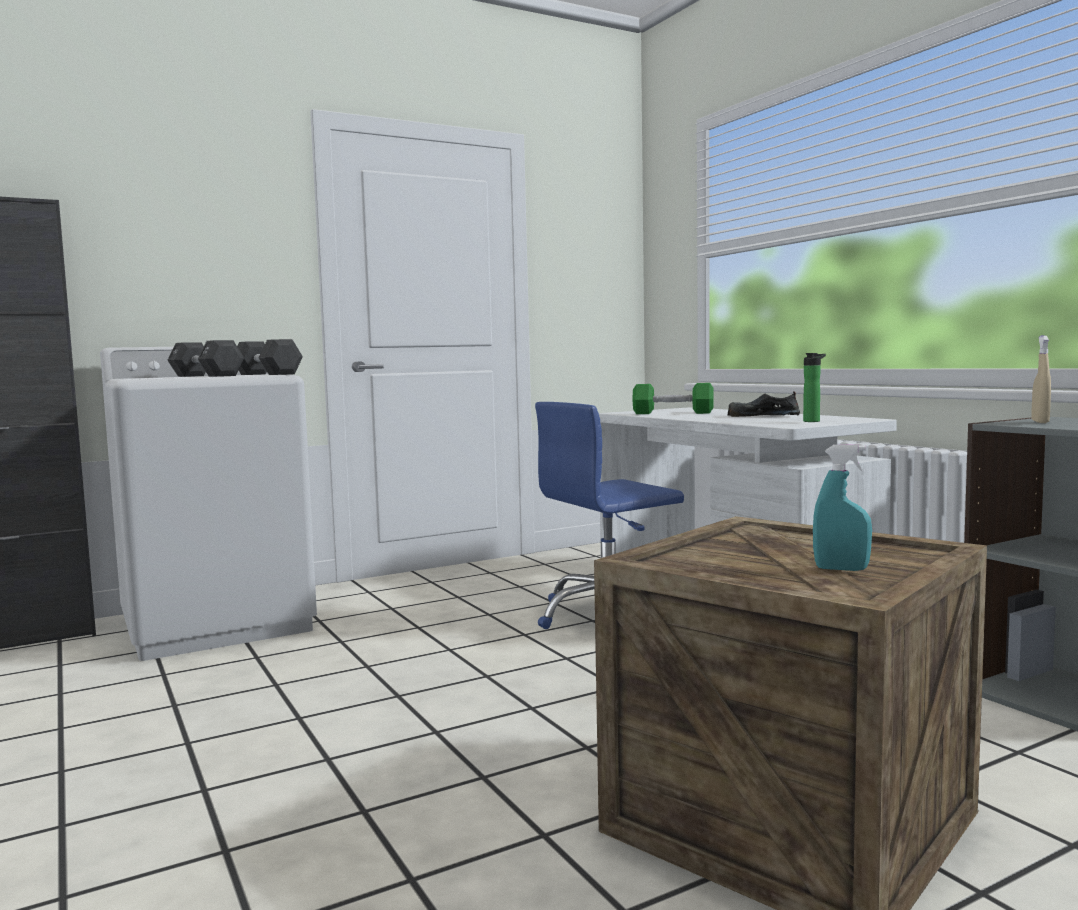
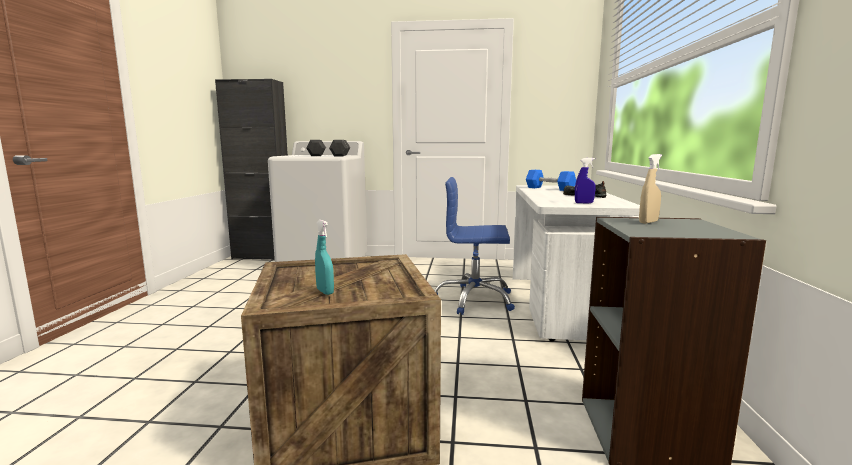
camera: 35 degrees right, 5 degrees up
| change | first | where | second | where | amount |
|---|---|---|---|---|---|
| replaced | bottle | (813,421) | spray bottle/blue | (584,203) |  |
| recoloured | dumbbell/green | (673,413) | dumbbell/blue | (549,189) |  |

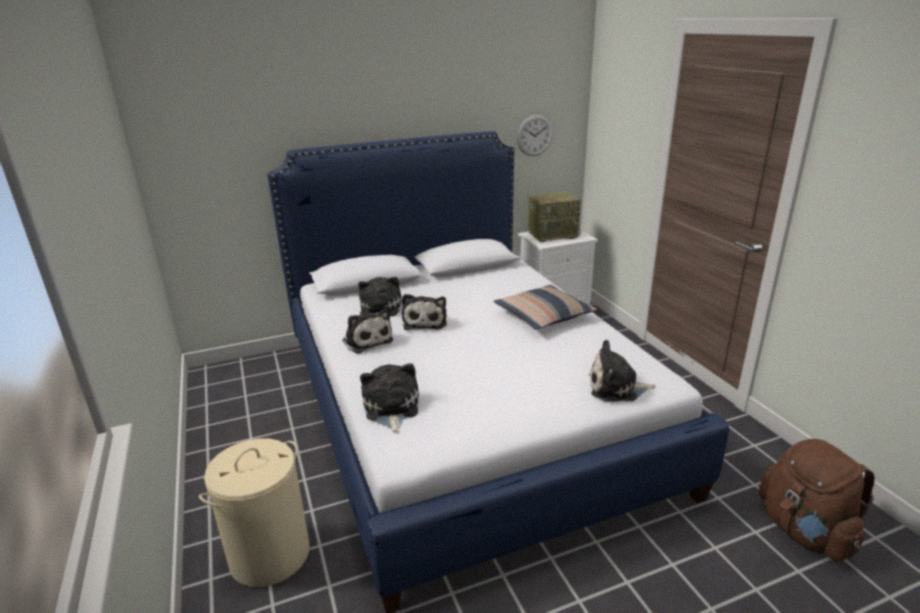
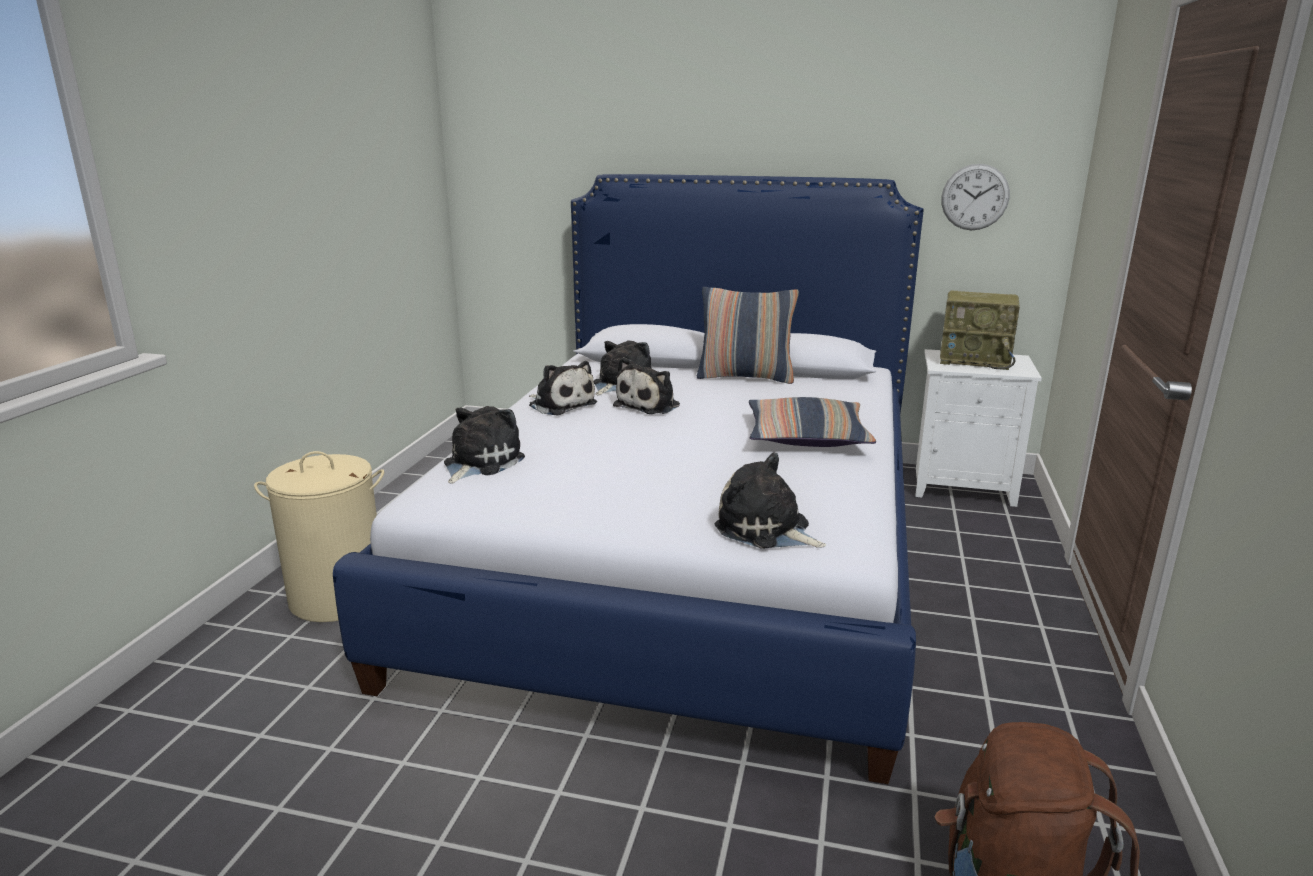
camera: 35 degrees right, 5 degrees down
| change | first | where | second | where | amount |
|---|---|---|---|---|---|
| added |  |  | pillow | (745,377) |  |
| turned | plush toy | (366,340) |  | (560,404) | 45 degrees counterclockwise |

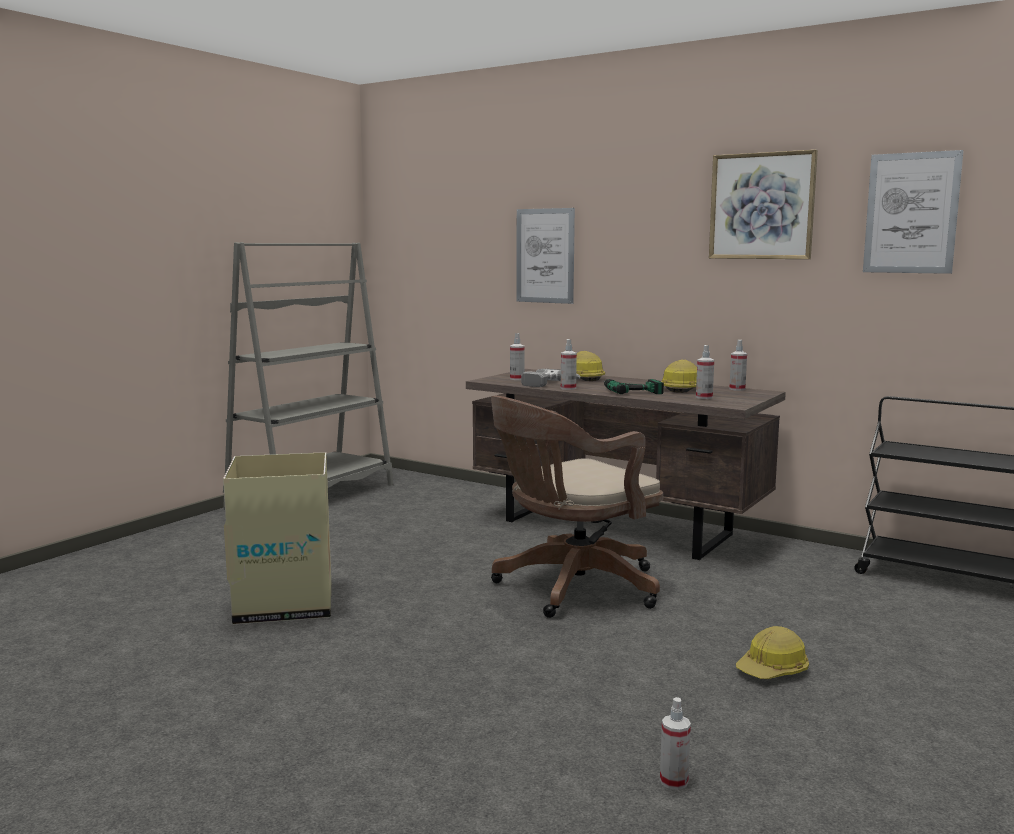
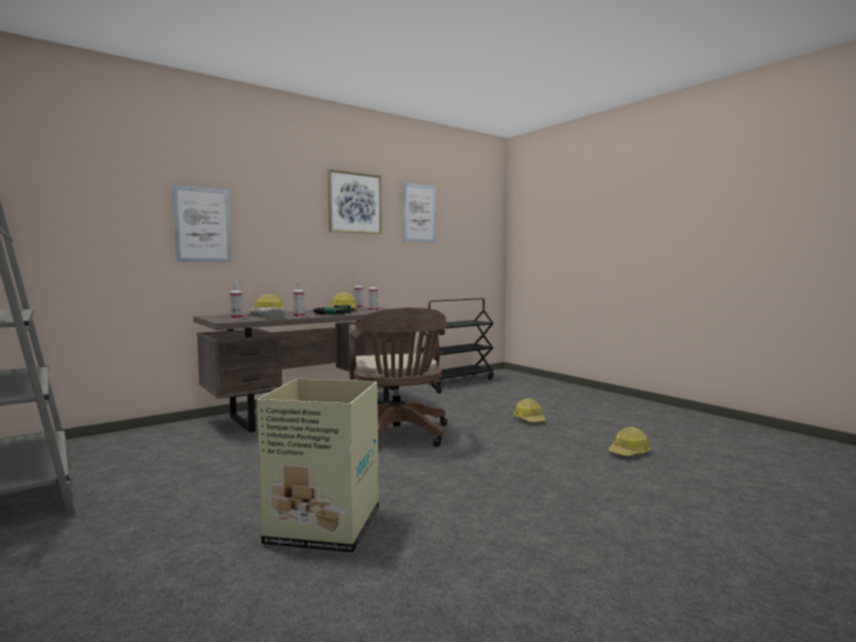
camera: 70 degrees left, 5 degrees down
| change | first | where | second | where | amount |
|---|---|---|---|---|---|
| replaced | spray bottle | (673,781) | hard hat | (629,452) |  |

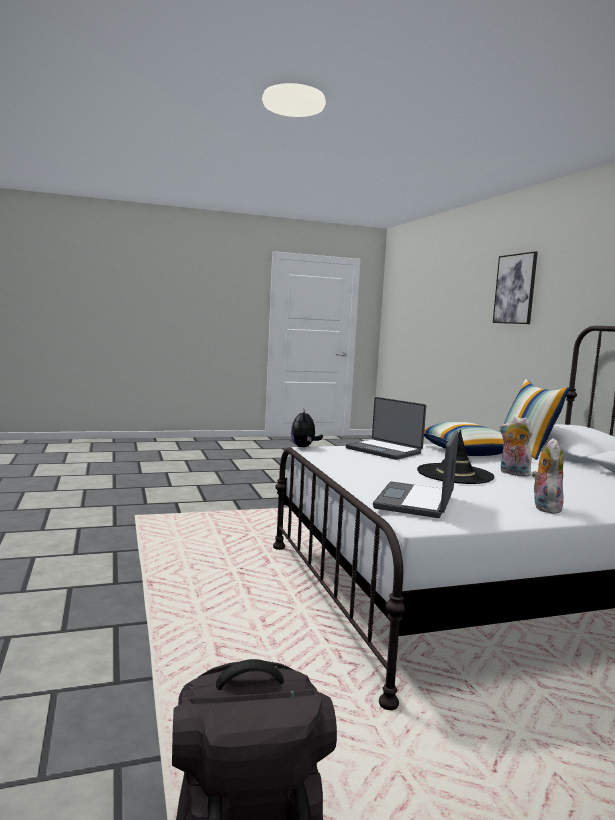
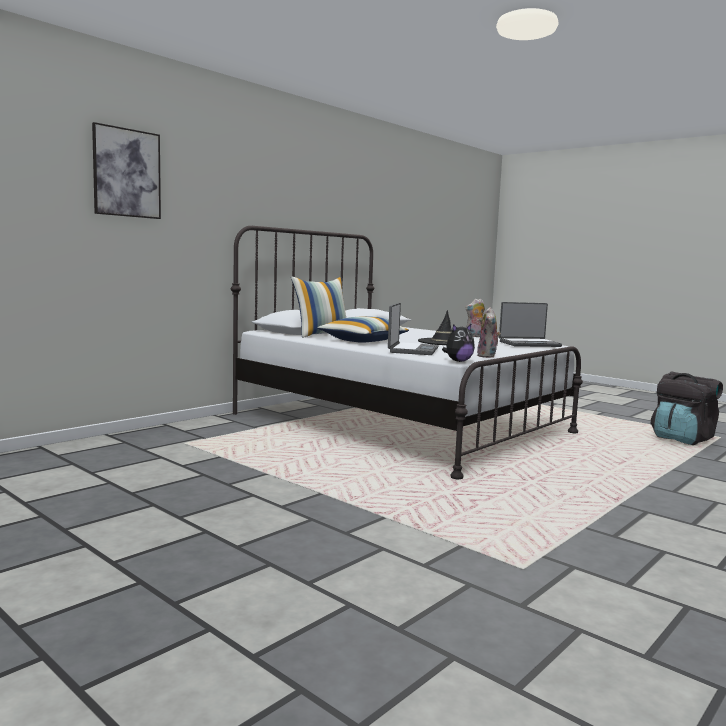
camera: 120 degrees left, 0 degrees up
| change | first | where | second | where | amount |
|---|---|---|---|---|---|
| moved | plush toy | (513,473) |  | (488,356) |  |

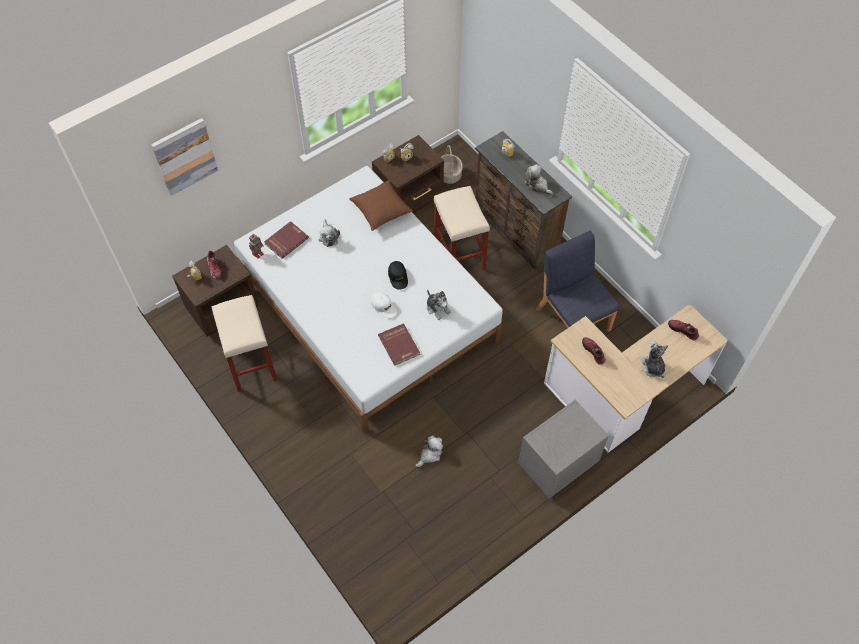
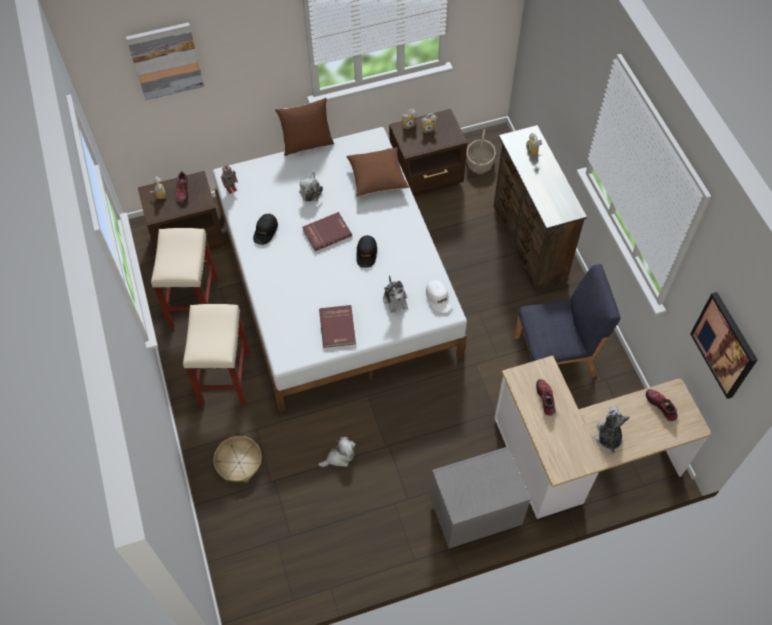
camera: 20 degrees right, 0 degrees up
| change | first | where | second | where | amount |
|---|---|---|---|---|---|
| removed | plush toy | (537,185) |  |  |  |
| added |  |  | basket | (239,462) |  |
| added |  |  | cap/black | (265,231) |  |
| added |  |  | pillow/brown | (307,143) |  |
| added |  |  | picture | (724,345) |  |
| moved | book/red | (286,240) |  | (326,232) |  |
| moved | cap/white | (384,306) |  | (438,298) |  |
| moved | stool/beige | (458,255) |  | (225,377) |  |
| turned | chair/blue | (573,318) |  | (556,356) | 90 degrees clockwise |

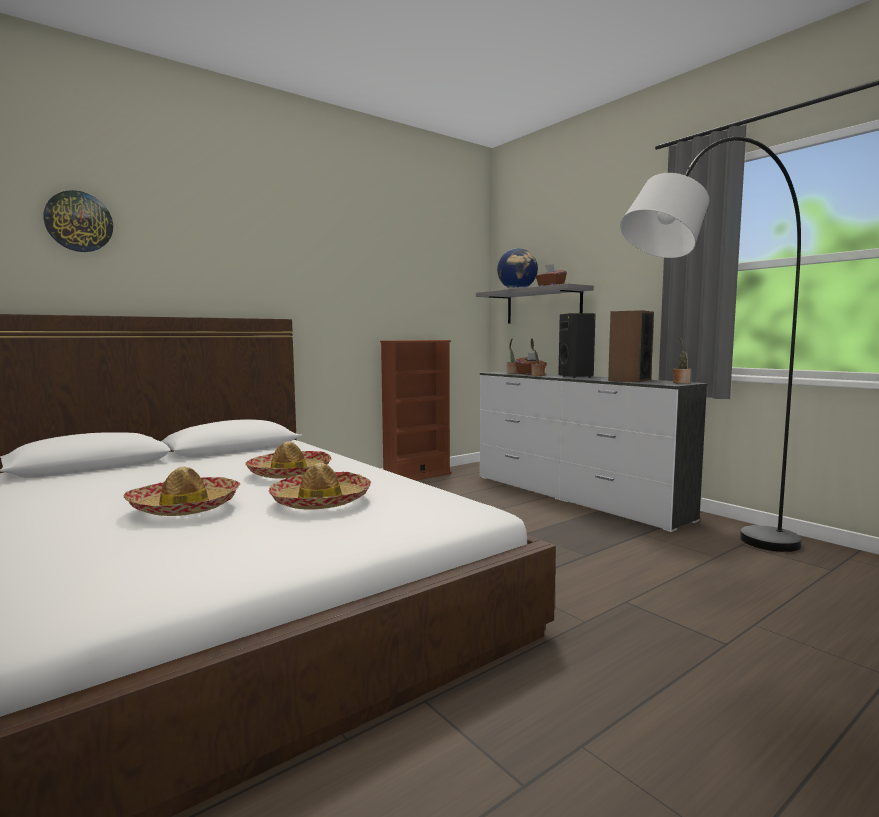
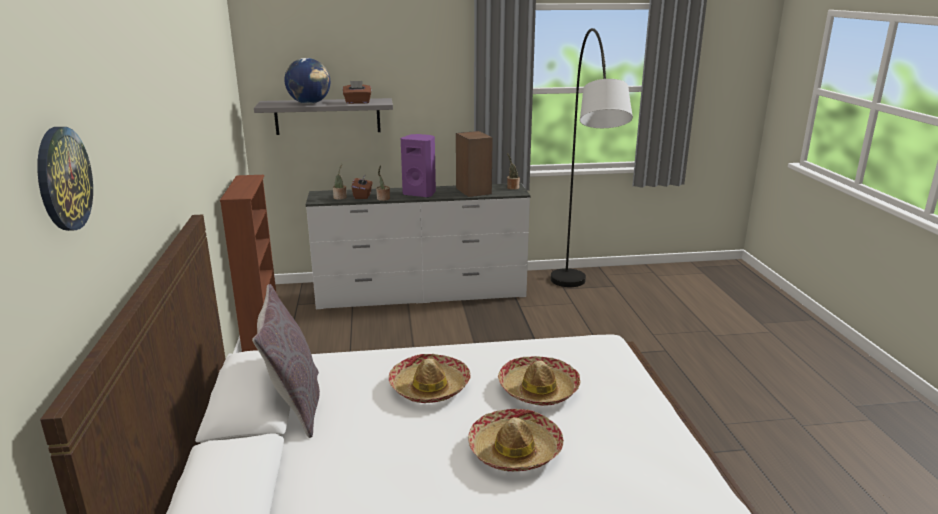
camera: 60 degrees left, 15 degrees up
| change | first | where | second | where | amount |
|---|---|---|---|---|---|
| added |  |  | pillow/grey | (294,405) |  |
| recoloured | speaker/black | (577,377) | speaker/purple | (420,193) |  |

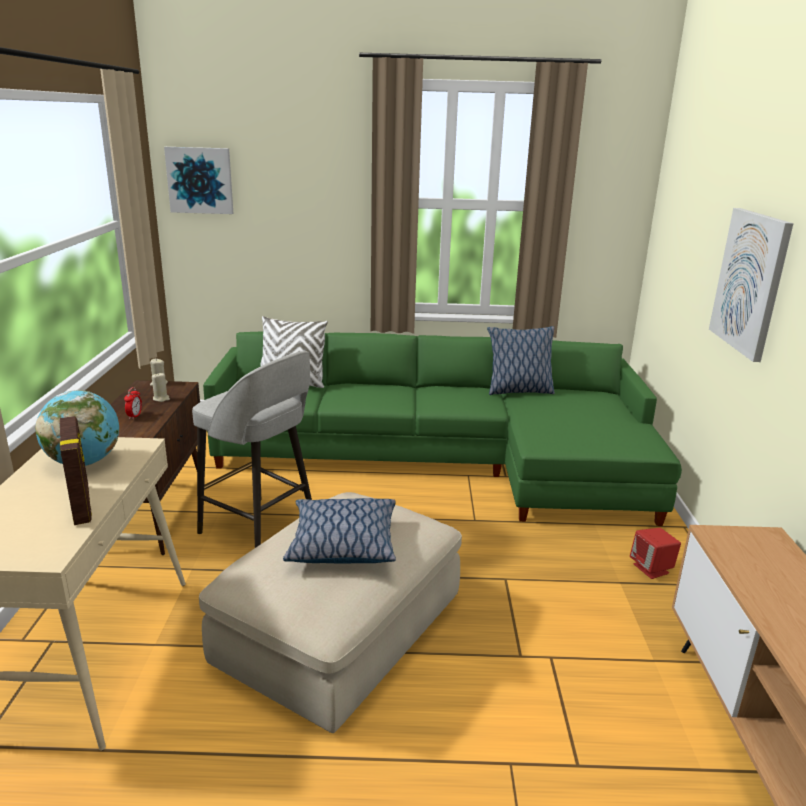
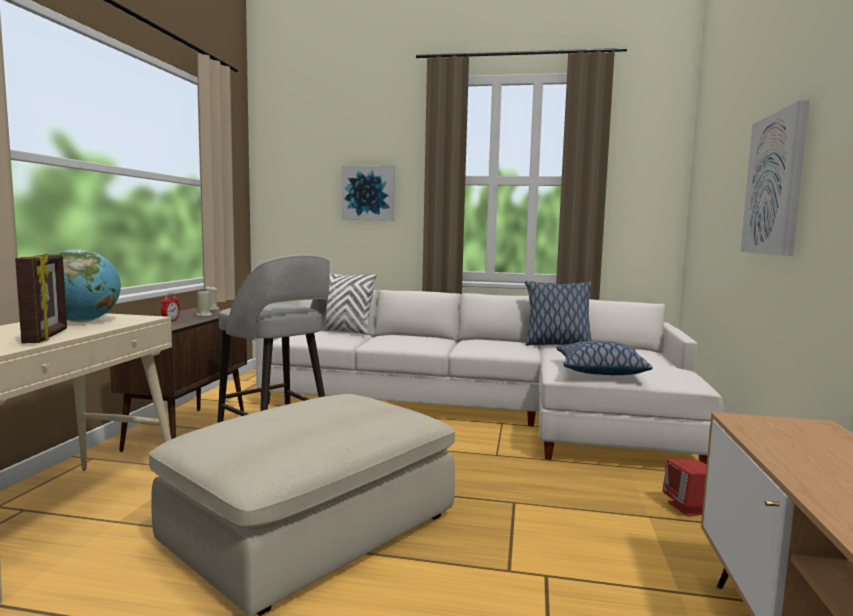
camera: 10 degrees right, 15 degrees down
| change | first | where | second | where | amount |
|---|---|---|---|---|---|
| moved | picture | (200,180) |  | (368,193) |  |
| moved | pillow | (342,543) |  | (599,370) |  |
| recoloured | sofa/green | (449,459) | sofa/white | (487,411) |  |

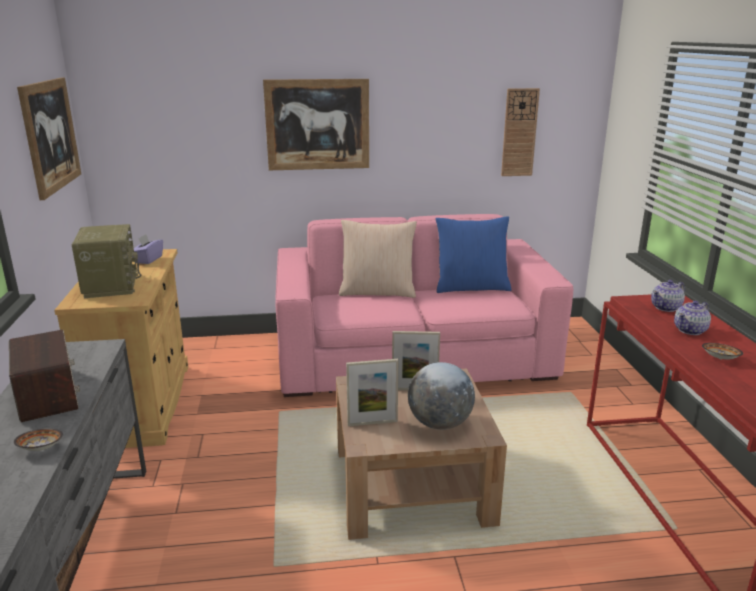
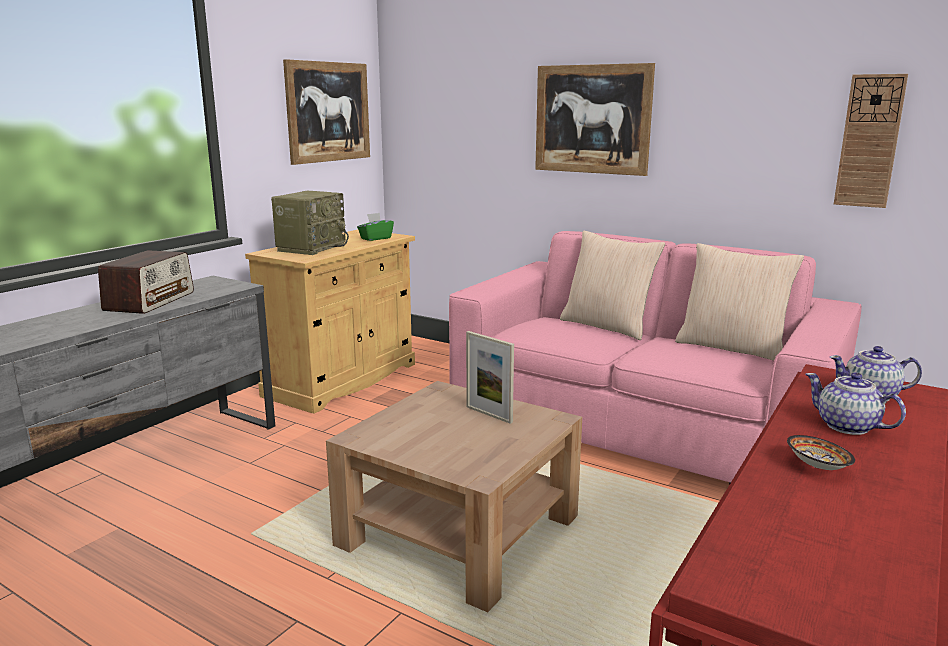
camera: 40 degrees right, 5 degrees down
| change | first | where | second | where | amount |
|---|---|---|---|---|---|
| removed | bowl | (41,448) |  |  |  |
| removed | picture frame | (372,423) |  |  |  |
| removed | globe | (439,424) |  |  |  |
| recoloured | tissue box/purple | (148,259) | tissue box/green | (375,238) |  |
| recoloured | pillow/blue | (471,287) | pillow/beige | (732,347) |  |
| turned | teapot | (690,330) |  | (848,426) | 45 degrees clockwise |

